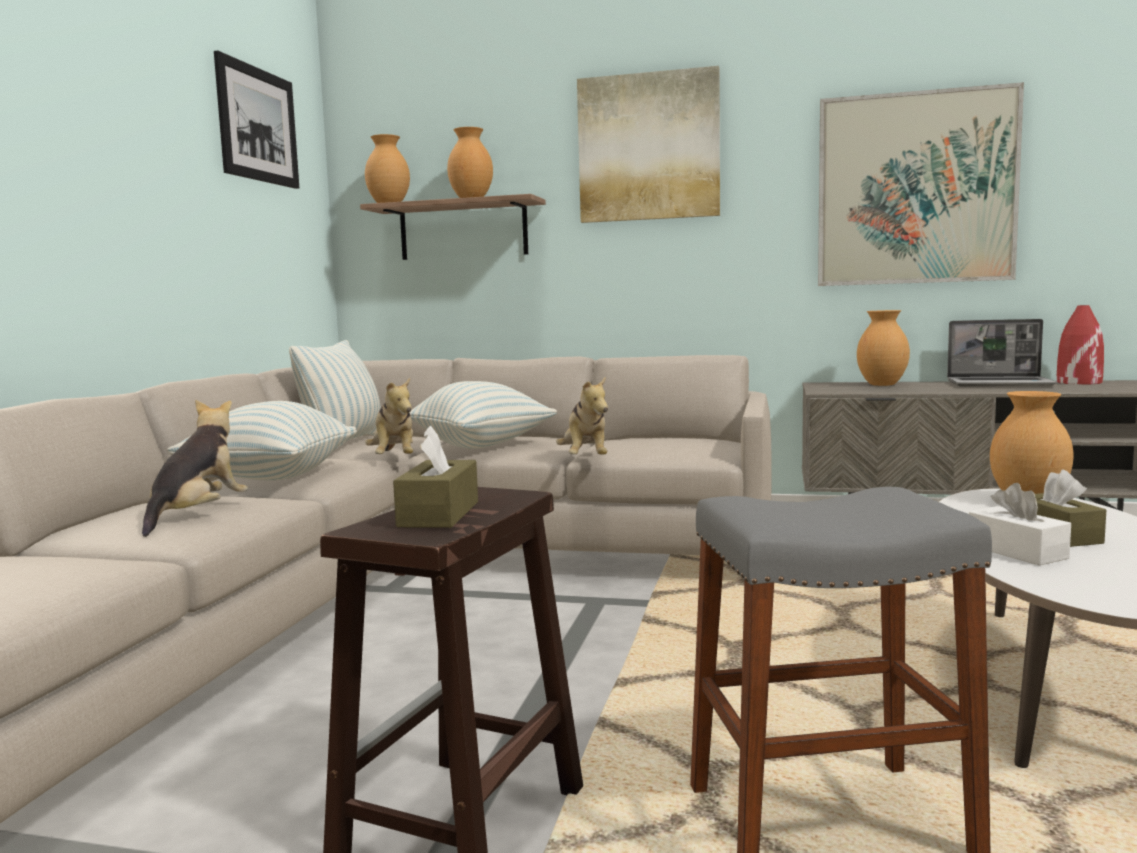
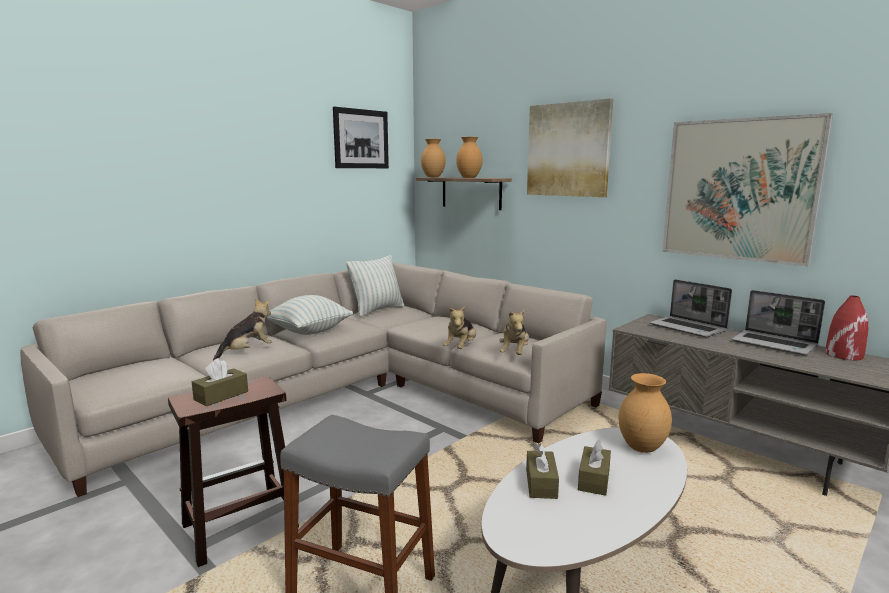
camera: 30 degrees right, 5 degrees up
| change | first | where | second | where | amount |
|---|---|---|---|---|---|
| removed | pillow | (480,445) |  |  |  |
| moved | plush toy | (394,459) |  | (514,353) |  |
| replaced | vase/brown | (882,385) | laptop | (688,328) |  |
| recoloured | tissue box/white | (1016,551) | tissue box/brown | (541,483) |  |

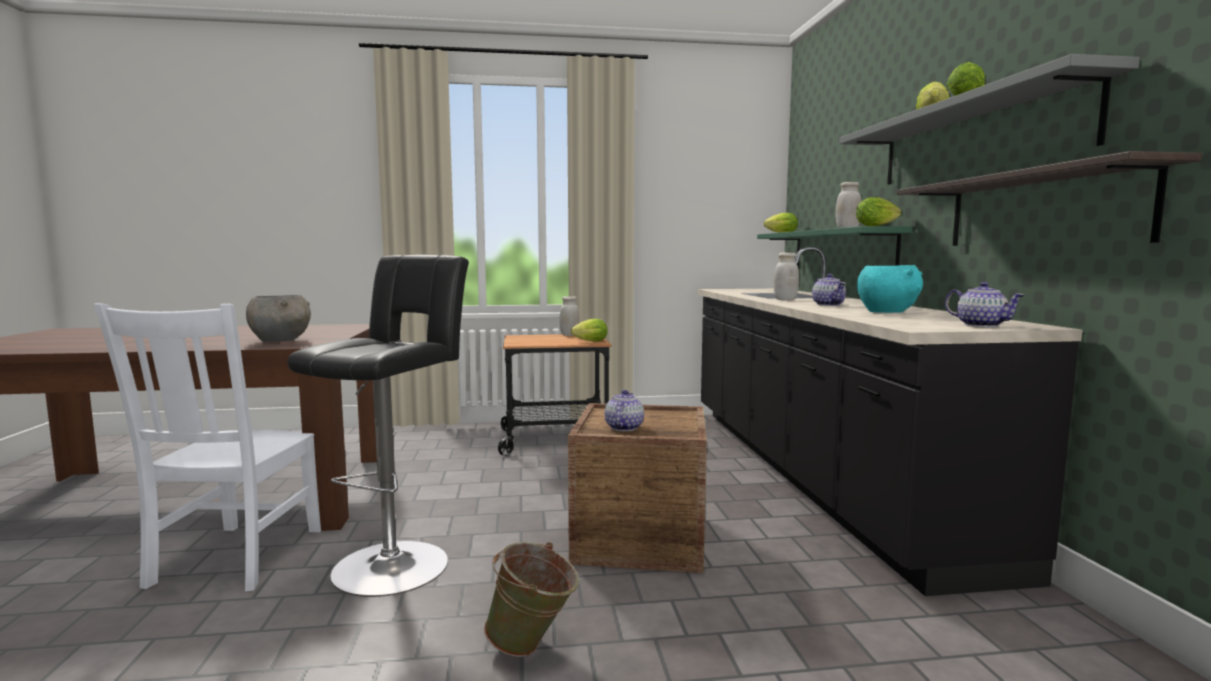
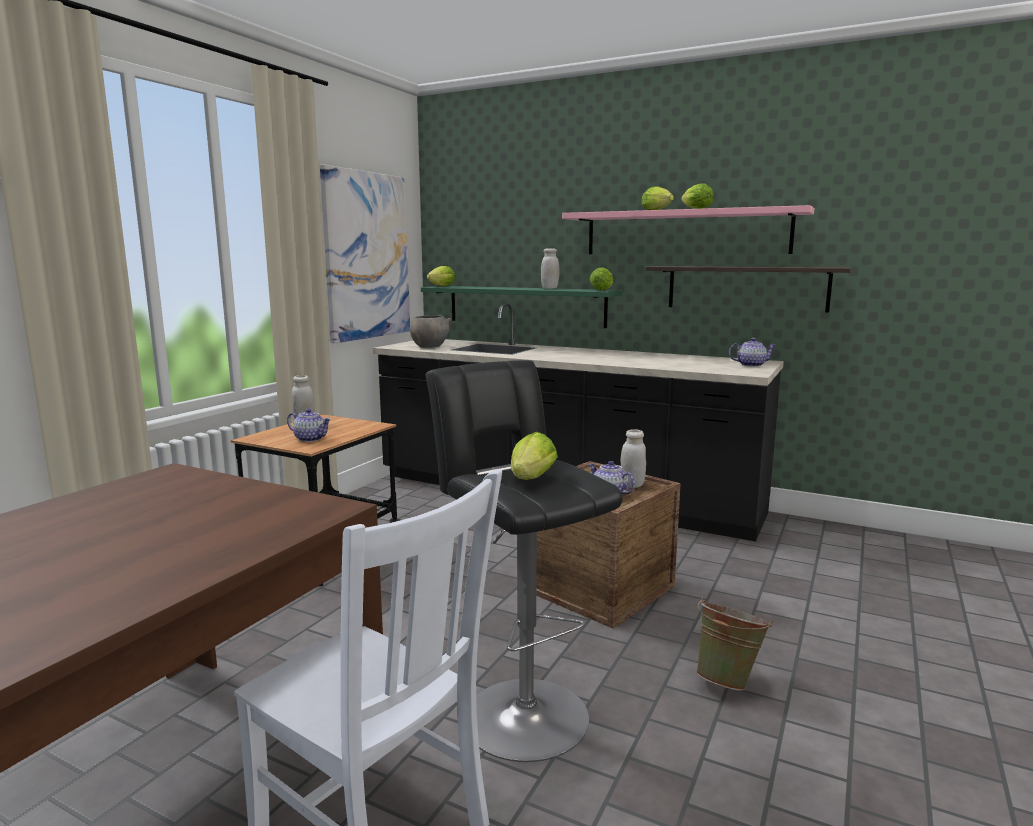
camera: 55 degrees left, 5 degrees up
| change | first | where | second | where | amount |
|---|---|---|---|---|---|
| removed | bowl/turquoise | (887,312) |  |  |  |
| added |  |  | picture | (367,256) |  |
| moved | bowl/grey | (281,341) |  | (430,346) |  |
| moved | lettuce | (589,341) |  | (530,481) |  |
| moved | jar/white | (785,299) |  | (632,484) |  |
| moved | teapot | (828,305) |  | (311,439) |  |
| recoloured | shelf/grey | (974,138) | shelf/pink | (685,233) |  |

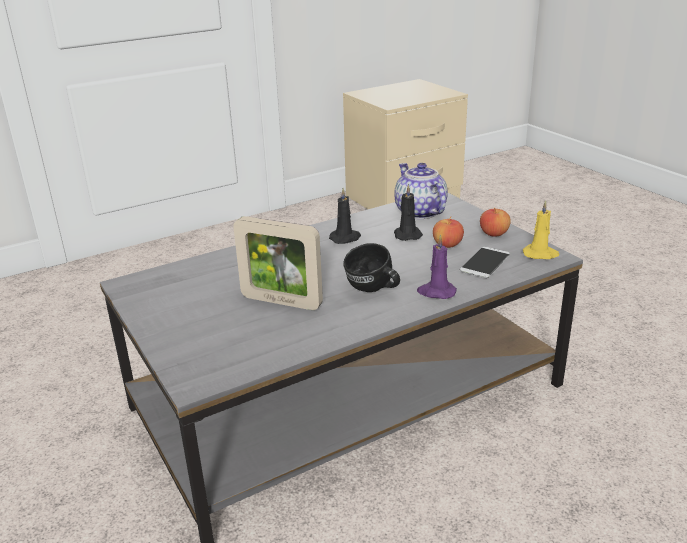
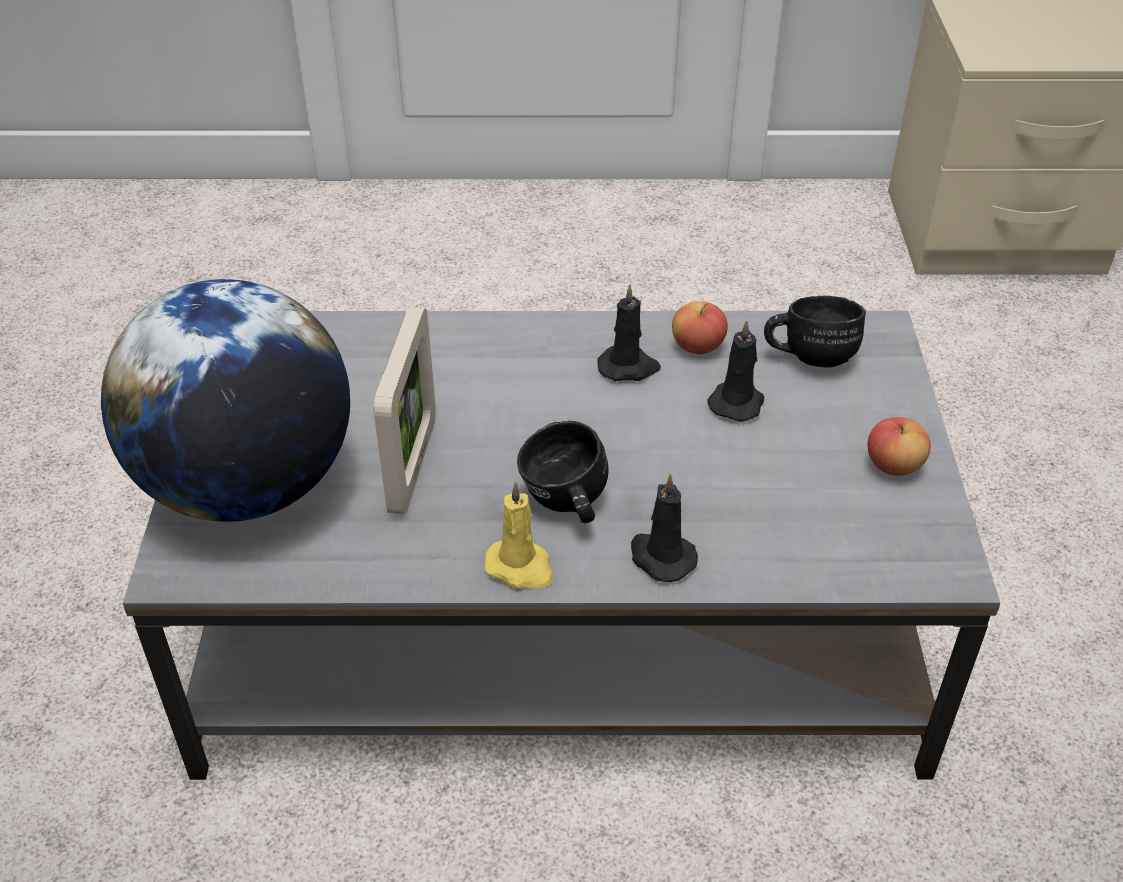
camera: 30 degrees right, 15 degrees up
| change | first | where | second | where | amount |
|---|---|---|---|---|---|
| removed | phone | (485,263) |  |  |  |
| added |  |  | globe | (248,486) |  |
| moved | apple | (447,245) |  | (697,346) |  |
| moved | candle/yellow | (540,254) |  | (521,567) |  |
| replaced | teapot | (418,212) | mug/black | (808,355) |  |
| recoloured | candle/purple | (436,292) | candle/black | (660,557) |  |
| turned | picture frame | (281,301) |  | (413,466) | 135 degrees counterclockwise |

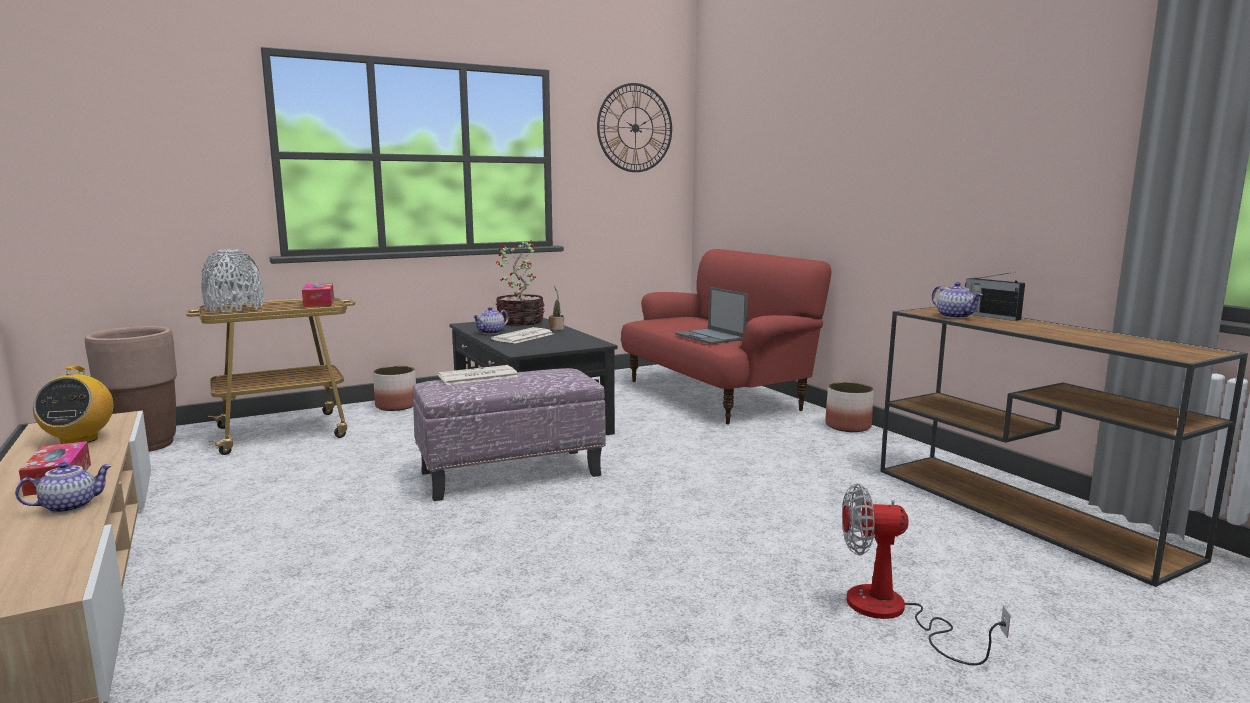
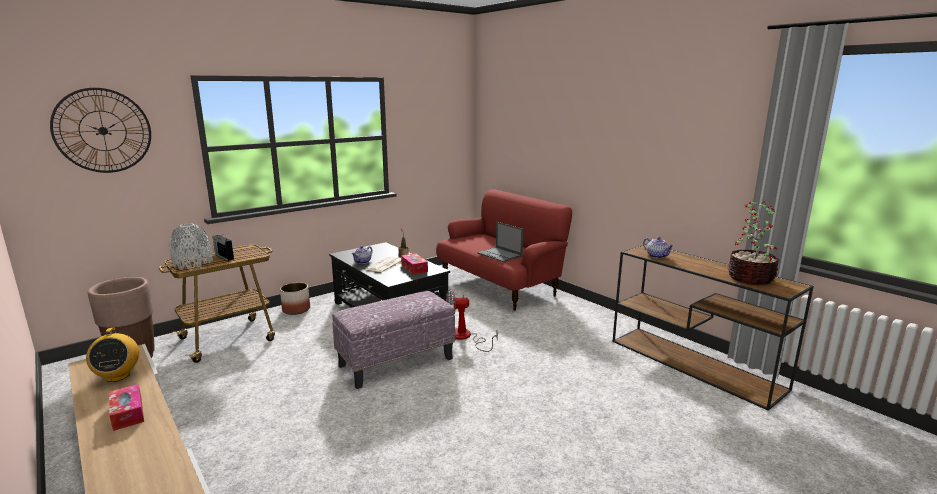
camera: 10 degrees left, 5 degrees up
| change | first | where | second | where | amount |
|---|---|---|---|---|---|
| removed | teapot | (70,506) |  |  |  |
| removed | newspaper | (477,376) |  |  |  |
| removed | planter | (848,426) |  |  |  |
| moved | tissue box | (319,303) |  | (414,268) |  |
| moved | potted plant | (521,322) |  | (749,277) |  |
| moved | wall clock | (635,128) |  | (103,131) |  |
| moved | fan | (893,613) |  | (465,337) |  |
| moved | radio | (990,316) |  | (224,256) |  |

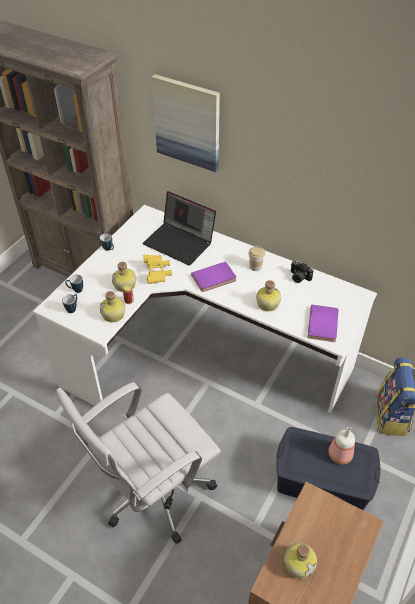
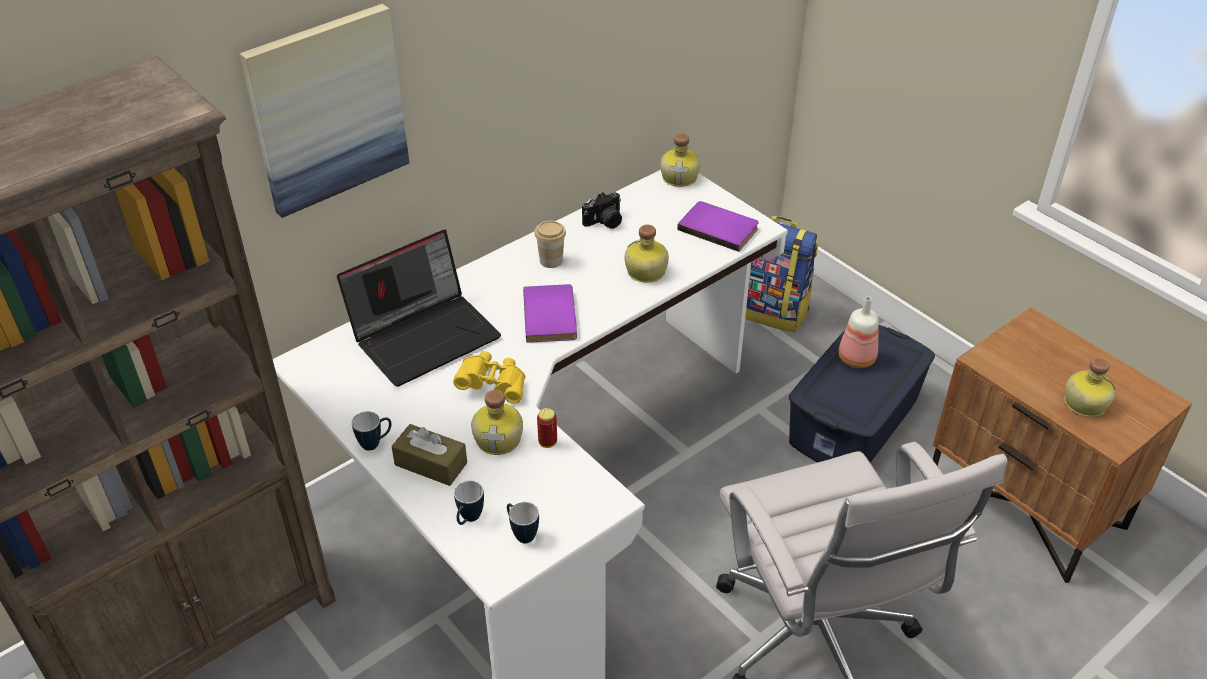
camera: 70 degrees left, 5 degrees down
| change | first | where | second | where | amount |
|---|---|---|---|---|---|
| added |  |  | tissue box/brown | (431,464) |  |
| moved | bottle | (114,315) |  | (680,177) |  |

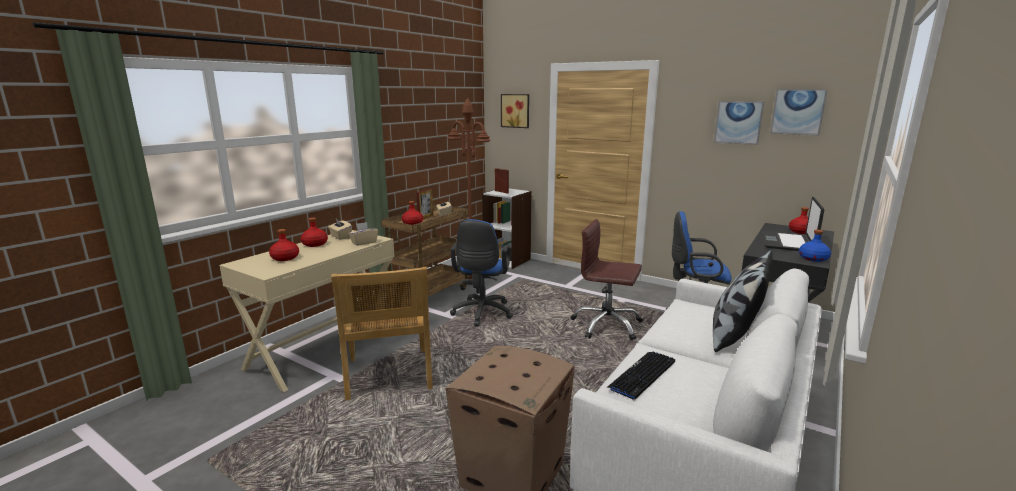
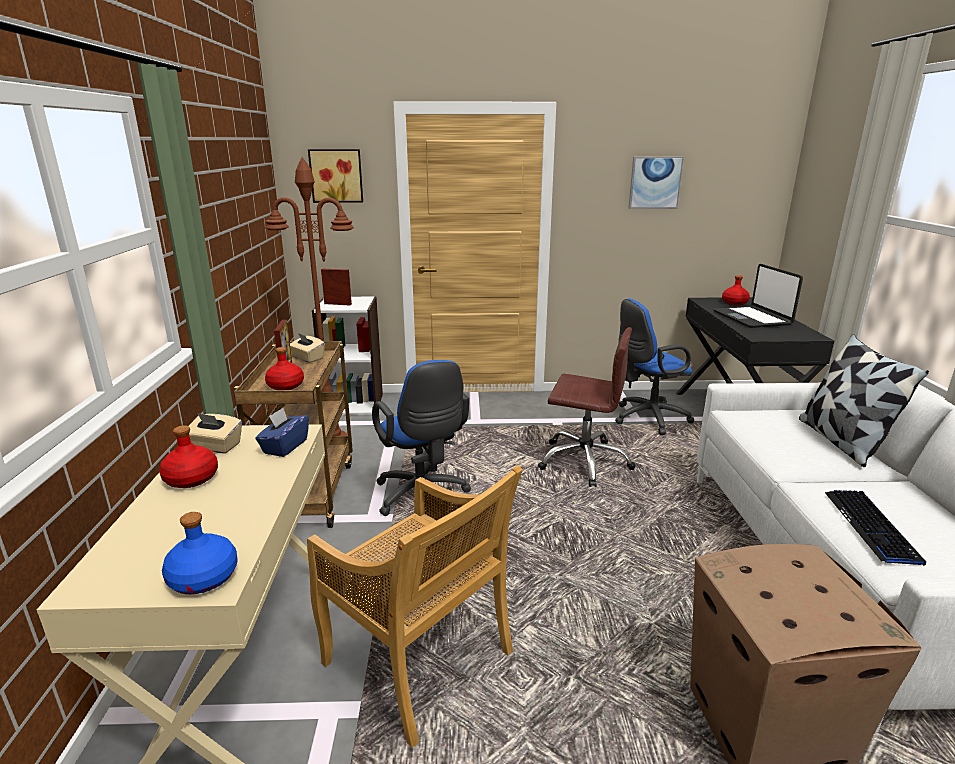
camera: 35 degrees left, 5 degrees up
| change | first | where | second | where | amount |
|---|---|---|---|---|---|
| removed | bottle/red | (285,258) |  |  |  |
| removed | picture | (798,111) |  |  |  |
| moved | bottle/blue | (813,259) |  | (203,578) |  |
| recoloured | tissue box/beige | (364,242) | tissue box/blue | (285,446) |  |
| turned | office chair/brown | (606,325) |  | (584,461) | 150 degrees counterclockwise |

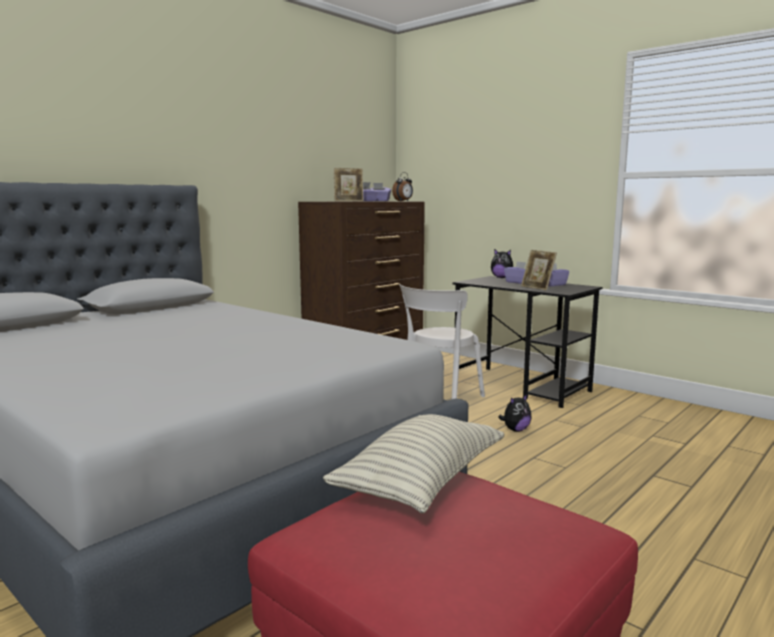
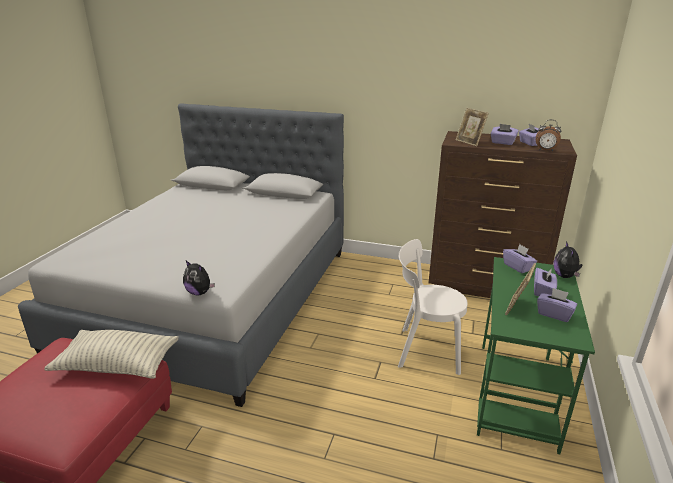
camera: 65 degrees right, 15 degrees up
| change | first | where | second | where | amount |
|---|---|---|---|---|---|
| added |  |  | tissue box/purple | (518,267) |  |
| moved | plush toy | (515,430) |  | (199,293) |  |
| recoloured | desk/black | (522,386) | desk/green | (516,394) |  |

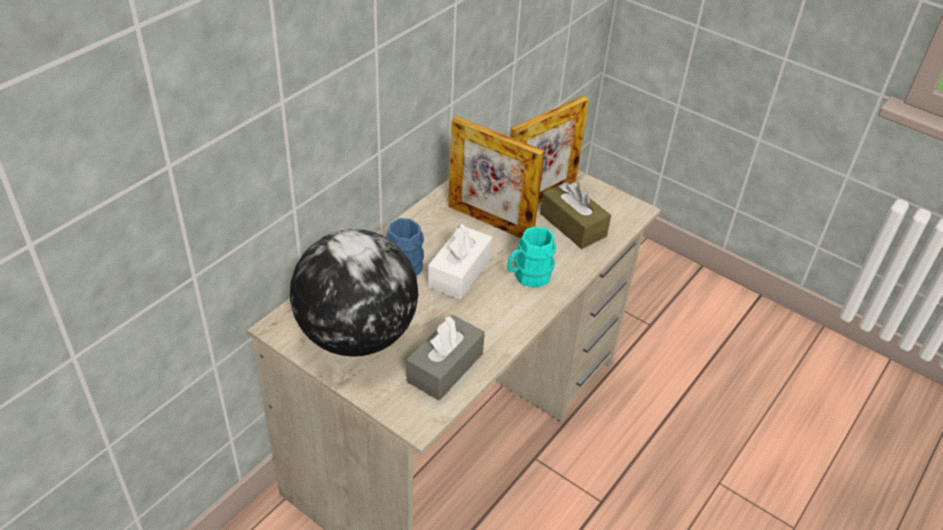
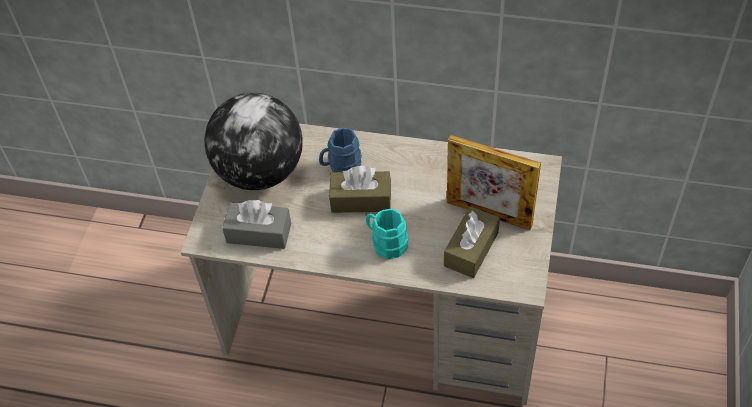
camera: 70 degrees right, 10 degrees up
| change | first | where | second | where | amount |
|---|---|---|---|---|---|
| removed | picture frame | (490,222) |  |  |  |
| recoloured | tissue box/white | (459,272) | tissue box/brown | (361,199) |  |

